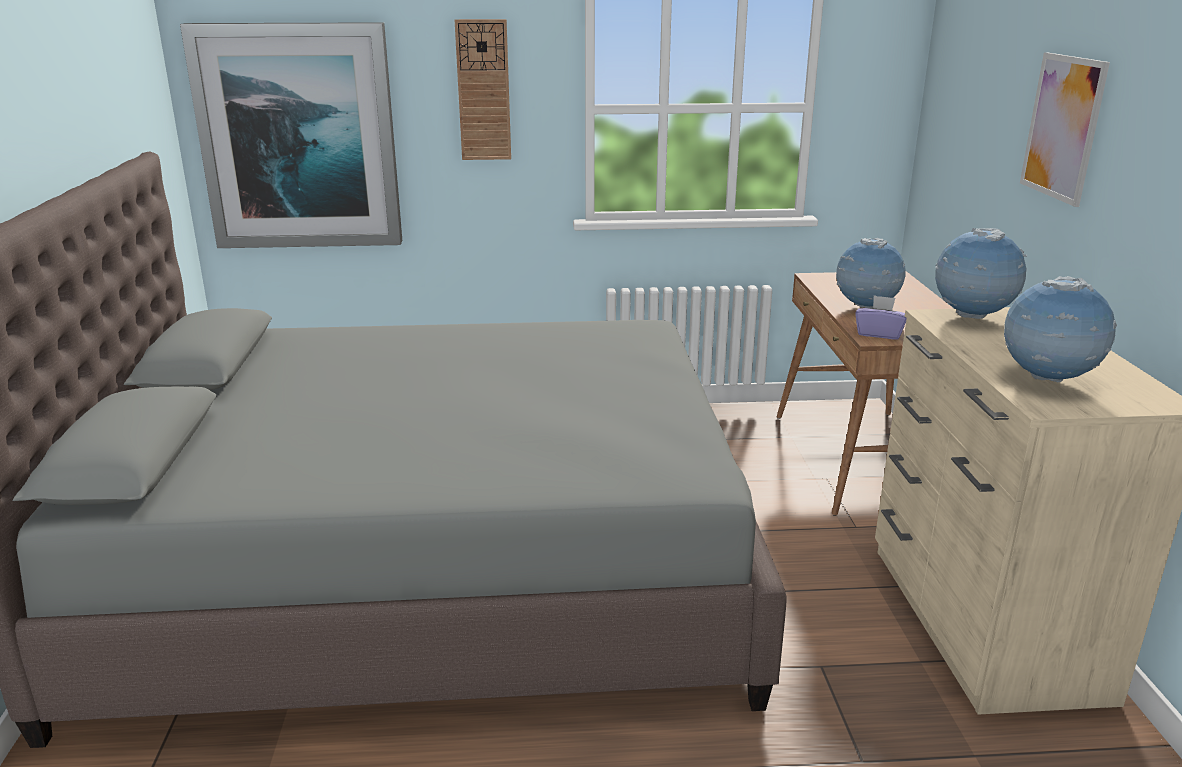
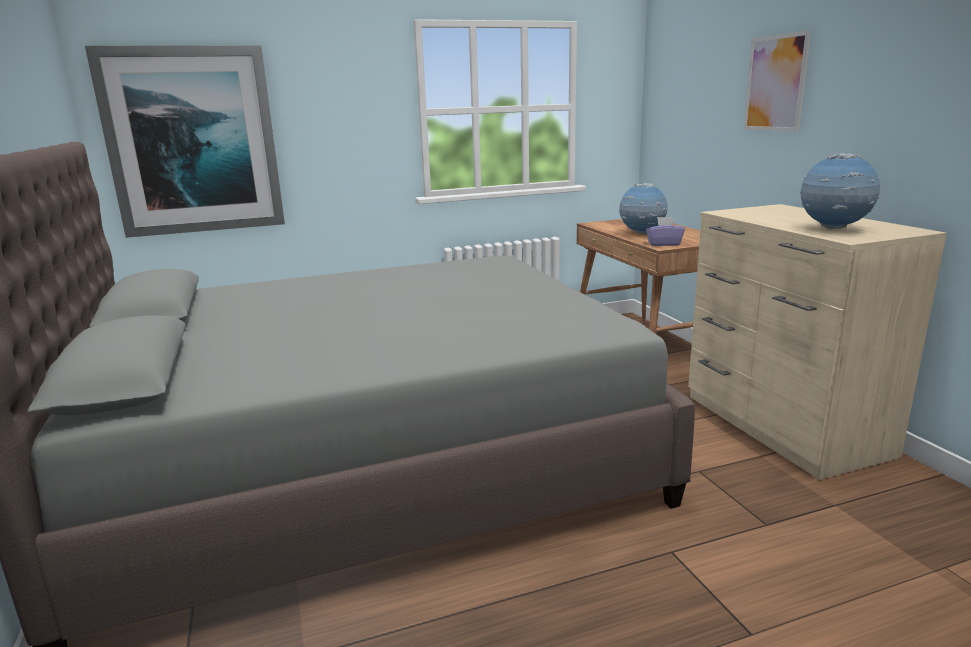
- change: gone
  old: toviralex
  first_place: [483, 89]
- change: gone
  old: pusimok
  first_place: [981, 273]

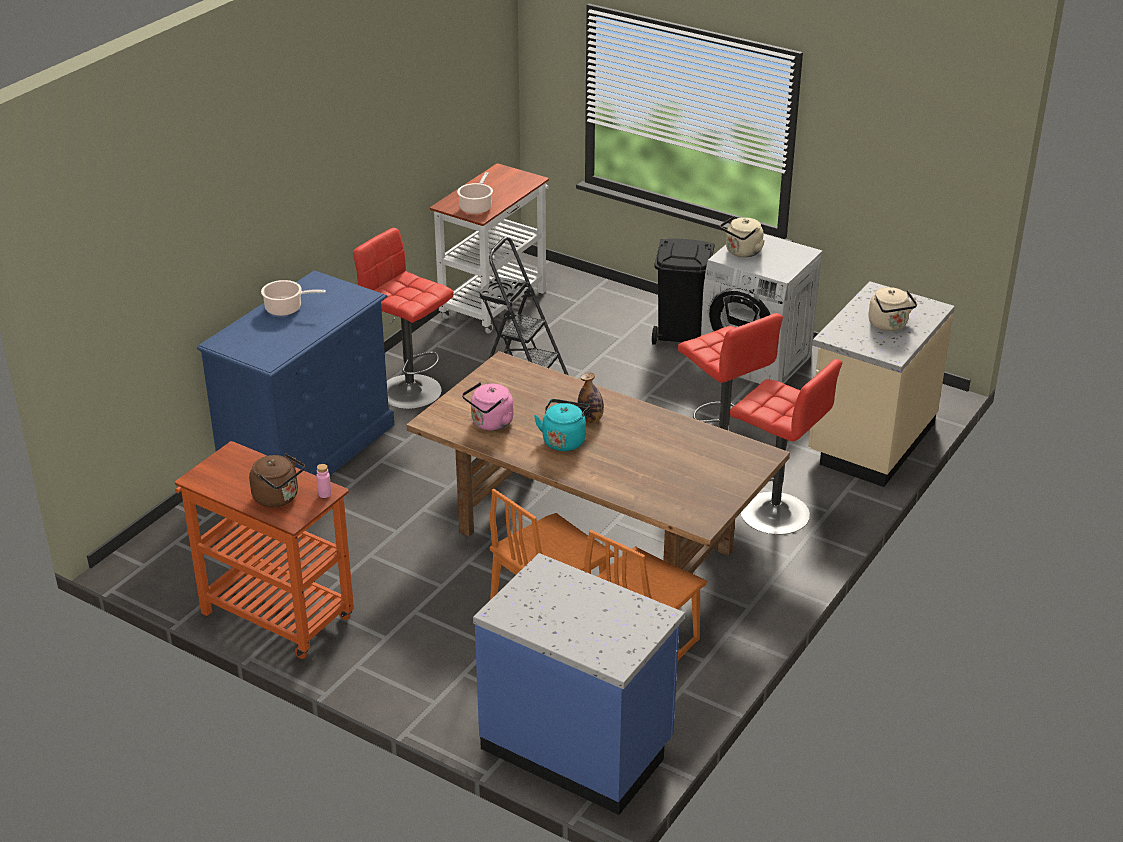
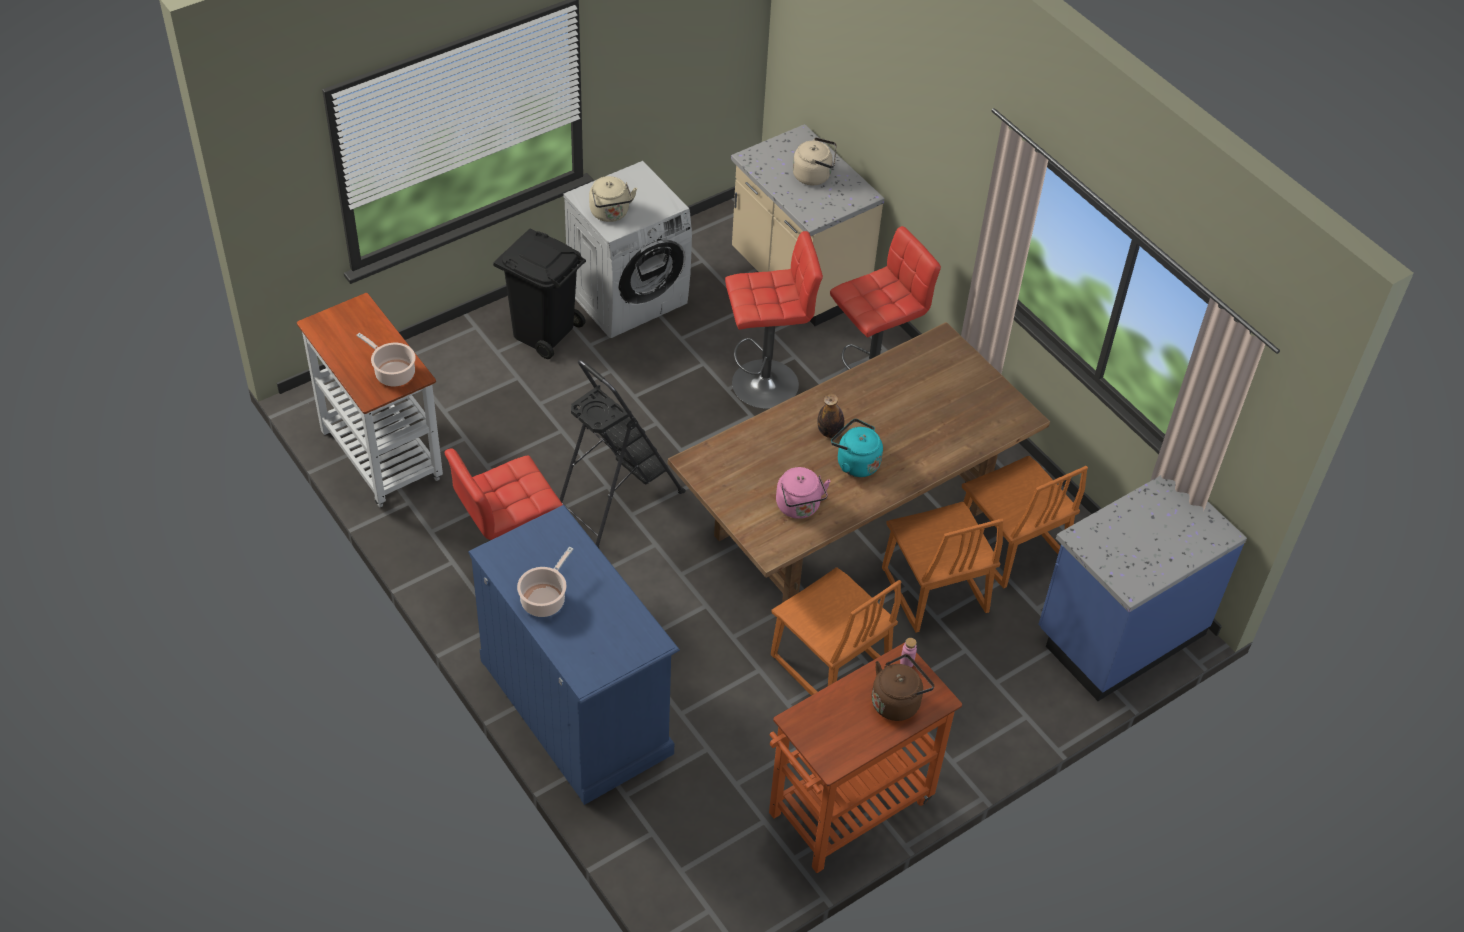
- change: new
  new: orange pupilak
  second_place: [836, 631]

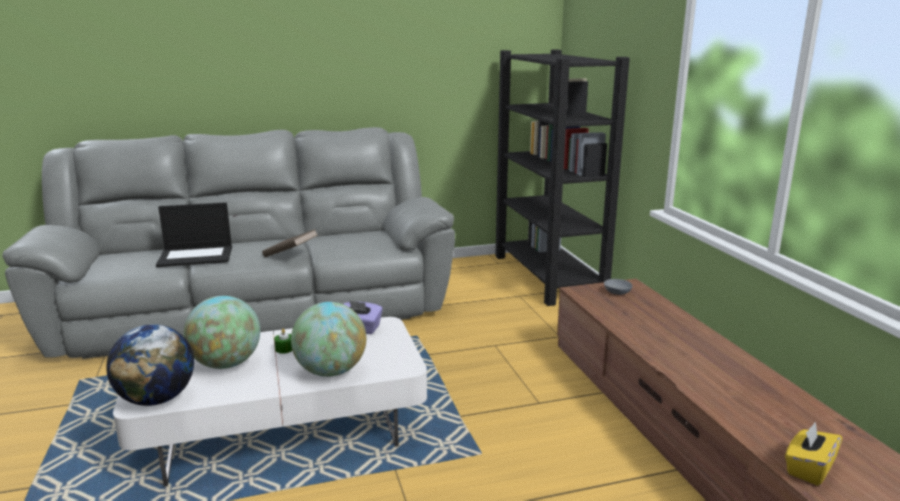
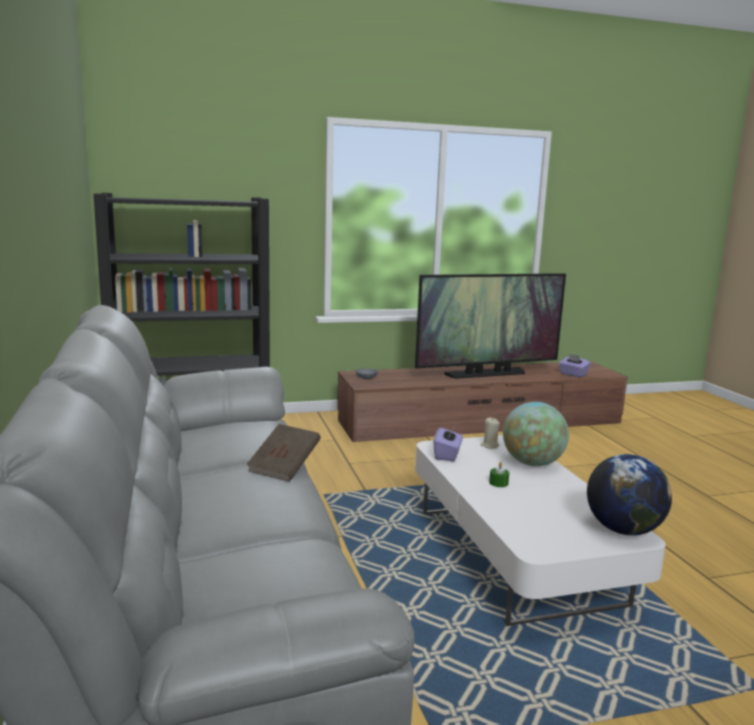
- change: gone
  old: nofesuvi
  first_place: [194, 234]
- change: gone
  old: pusimok
  first_place: [222, 332]
- change: repainted
  old: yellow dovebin
  new: purple dovebin
  first_place: [813, 453]
  second_place: [575, 365]
- change: new
  new: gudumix
  second_place: [490, 326]
- change: new
  new: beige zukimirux
  second_place: [490, 433]

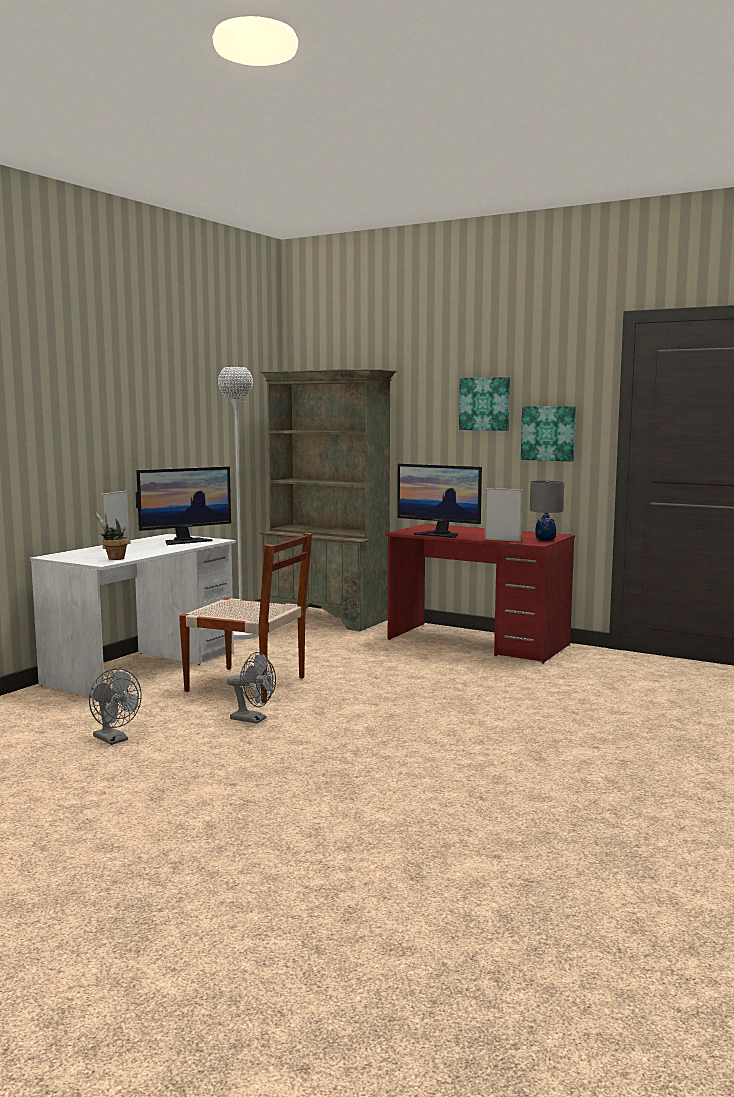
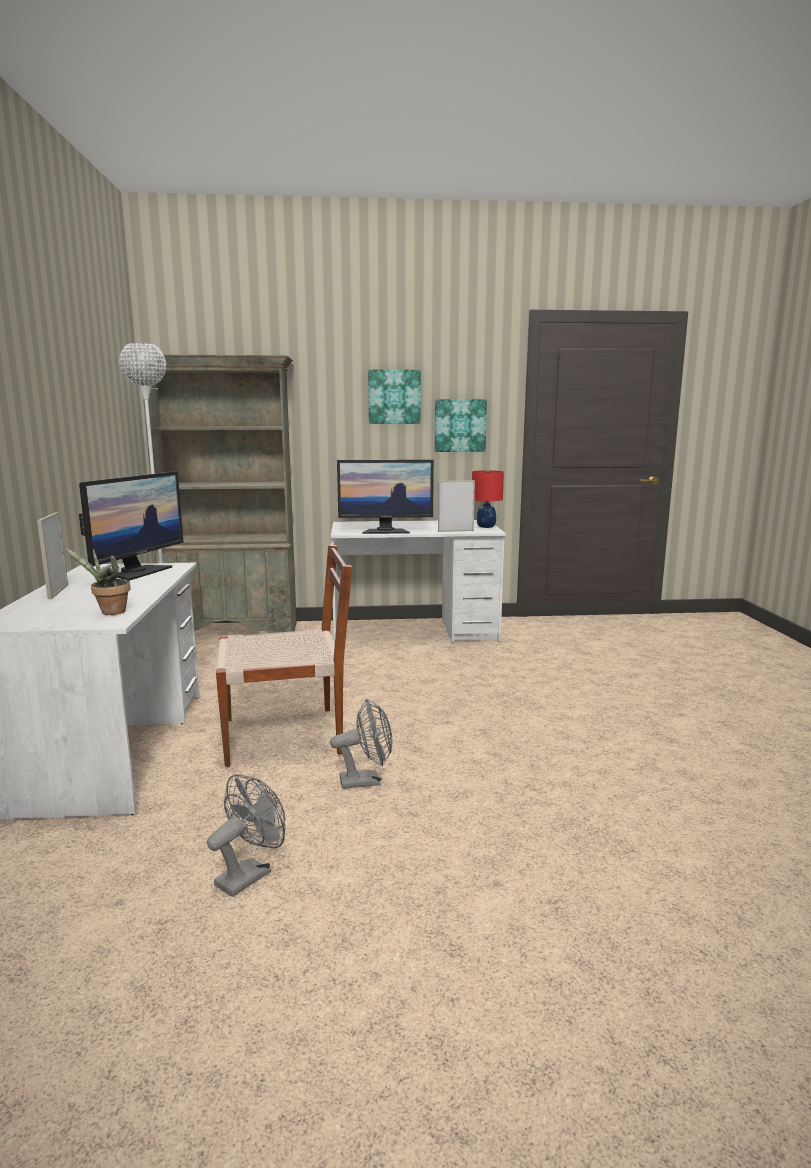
- change: rotated
  old: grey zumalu
  first_place: [115, 706]
  second_place: [246, 835]
  degrees: -60
- change: repainted
  old: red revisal
  new: white revisal
  first_place: [480, 593]
  second_place: [418, 581]
- change: repainted
  old: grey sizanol
  new: red sizanol
  first_place: [547, 511]
  second_place: [488, 499]

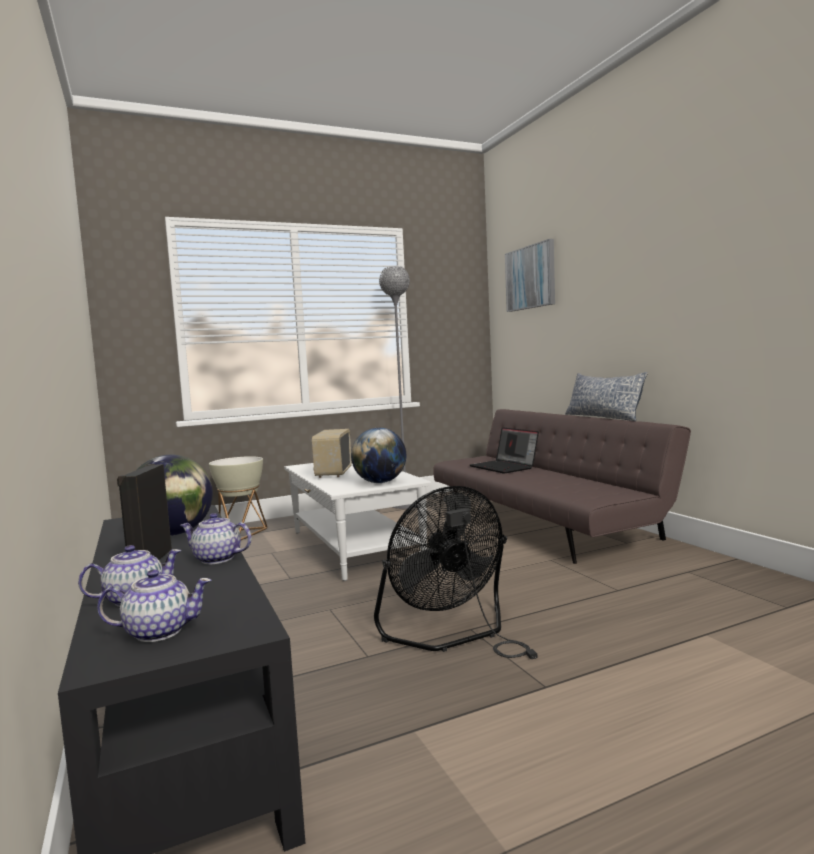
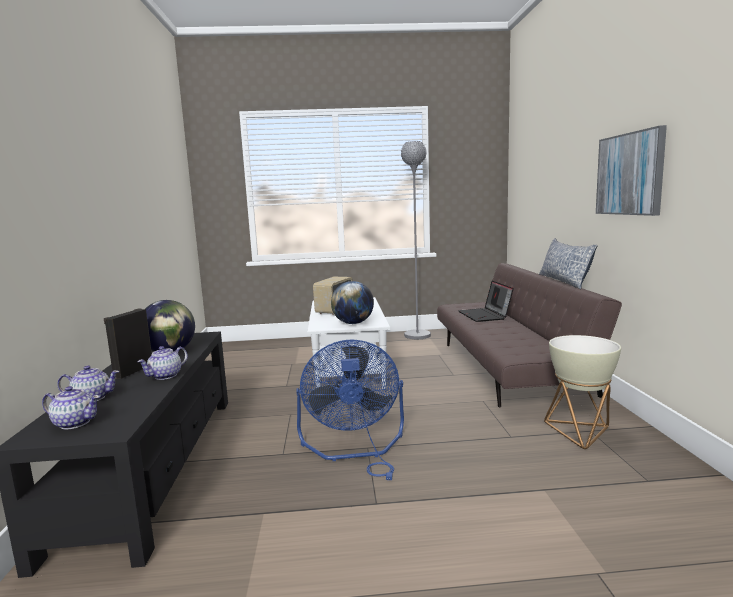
- change: rotated
  old: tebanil
  first_place: [216, 538]
  second_place: [162, 363]
  degrees: -90
- change: shifted
  old: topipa
  first_place: [238, 498]
  second_place: [582, 392]
- change: repainted
  old: black zumalu
  new: blue zumalu
  first_place: [455, 572]
  second_place: [350, 410]
- change: shifted
  old: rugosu
  first_place: [530, 275]
  second_place: [631, 170]

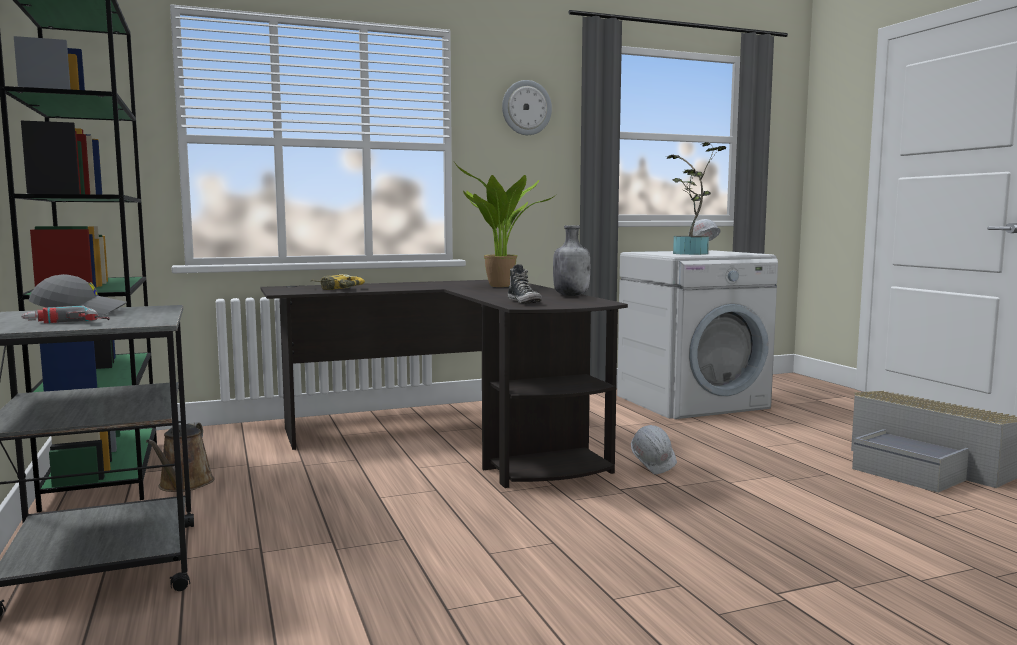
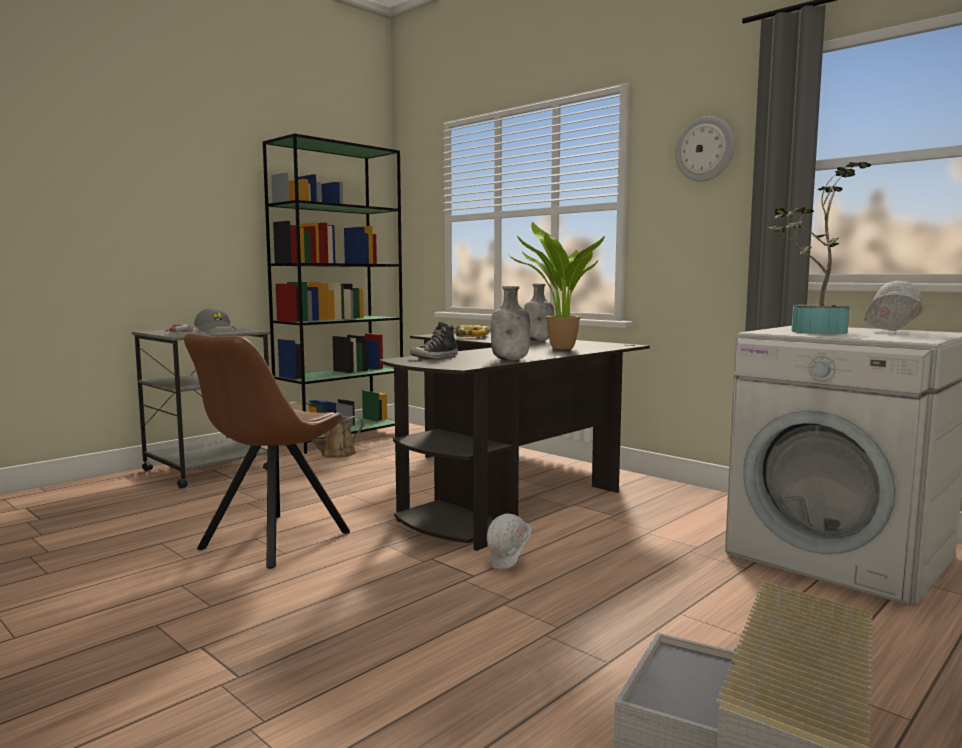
- change: new
  new: brown pupilak
  second_place: [267, 451]
- change: new
  new: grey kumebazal
  second_place: [539, 312]

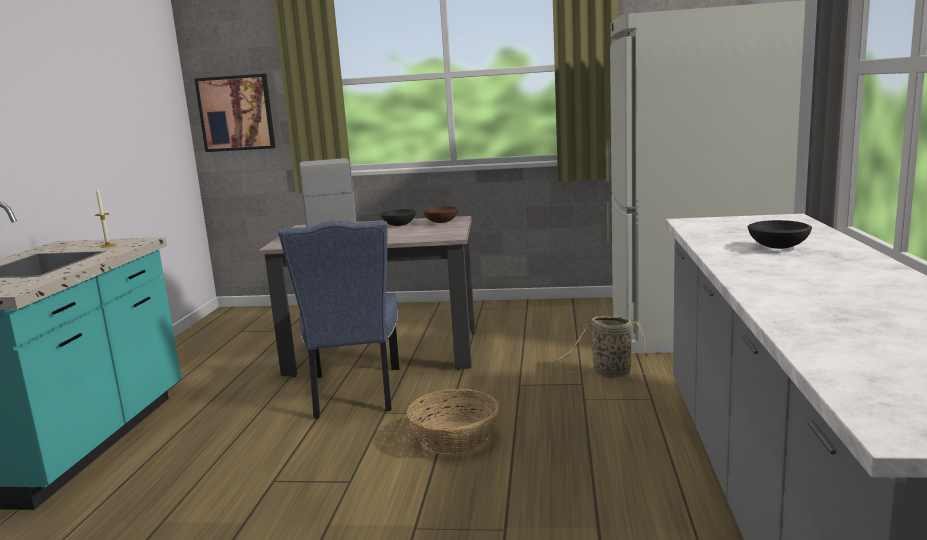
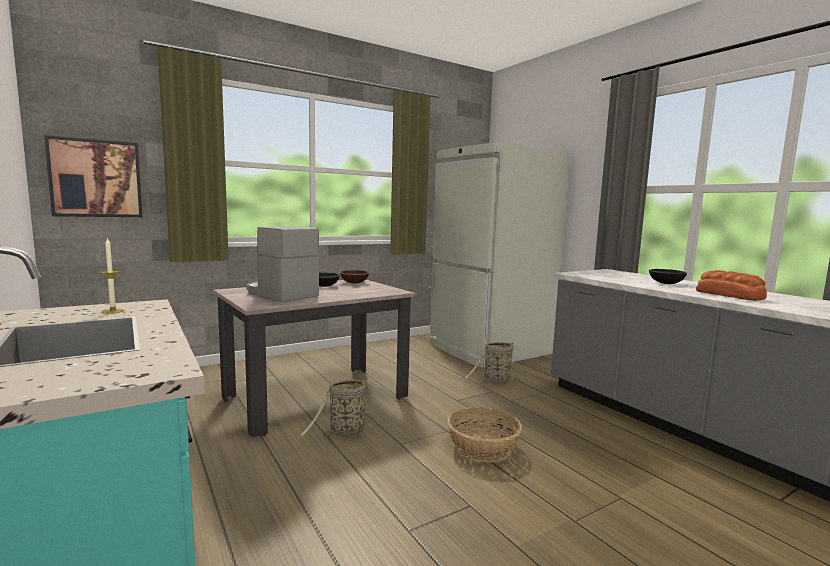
- change: swapped
  old: blue pupilak
  new: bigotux
  first_place: [338, 320]
  second_place: [338, 412]
- change: new
  new: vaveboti
  second_place: [731, 285]

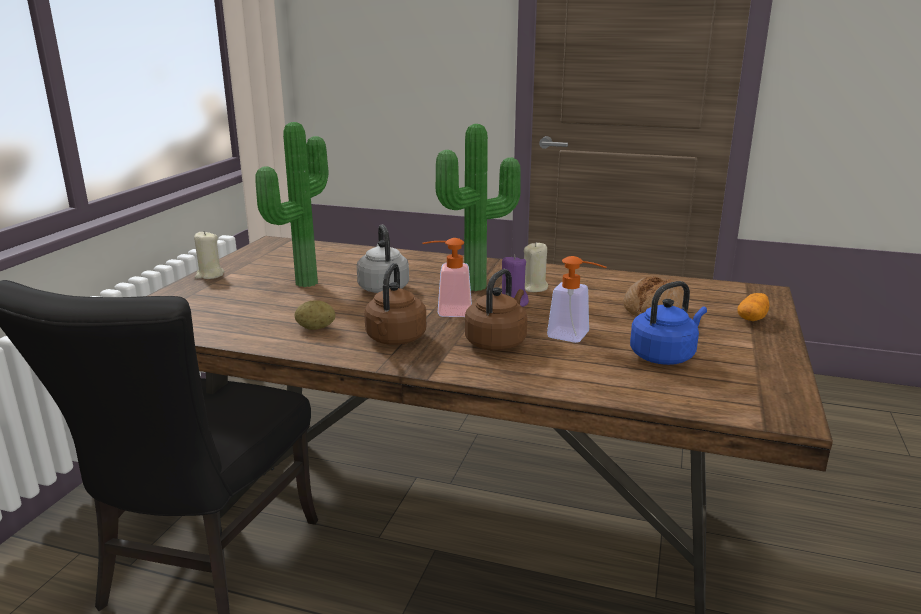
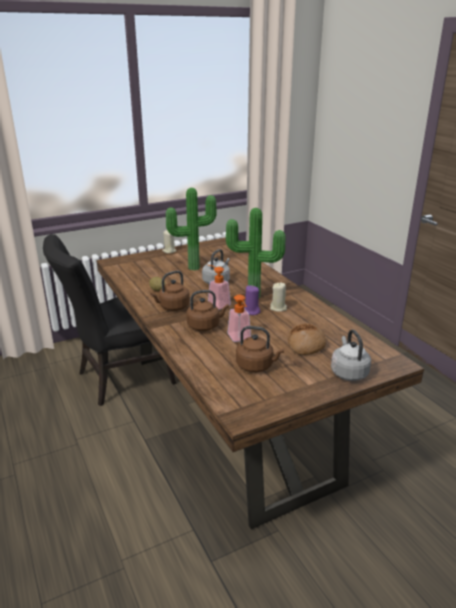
- change: repainted
  old: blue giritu
  new: brown giritu
  first_place: [668, 323]
  second_place: [260, 349]
- change: swapped
  old: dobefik
  new: grey giritu
  first_place: [753, 307]
  second_place: [351, 355]

